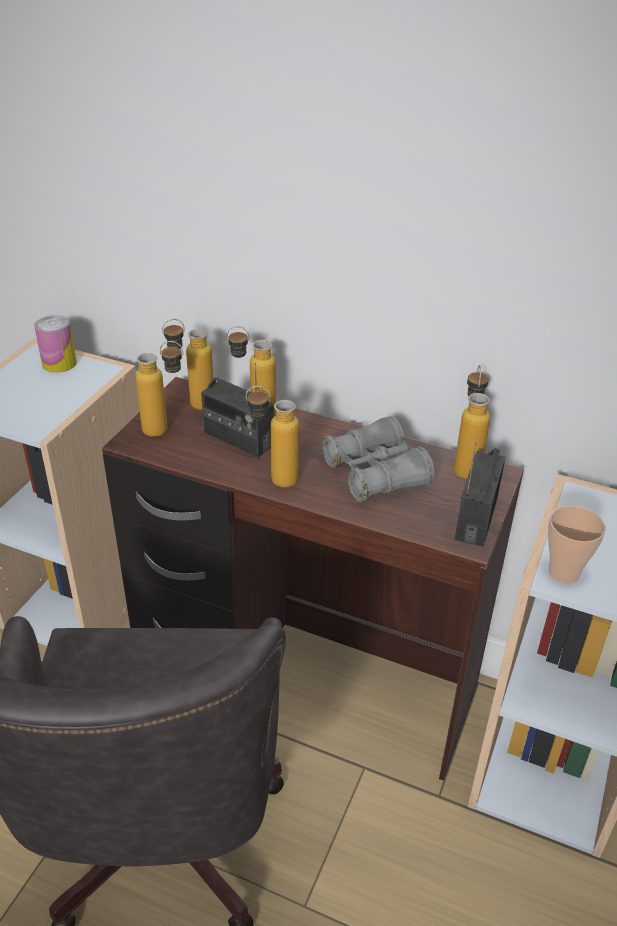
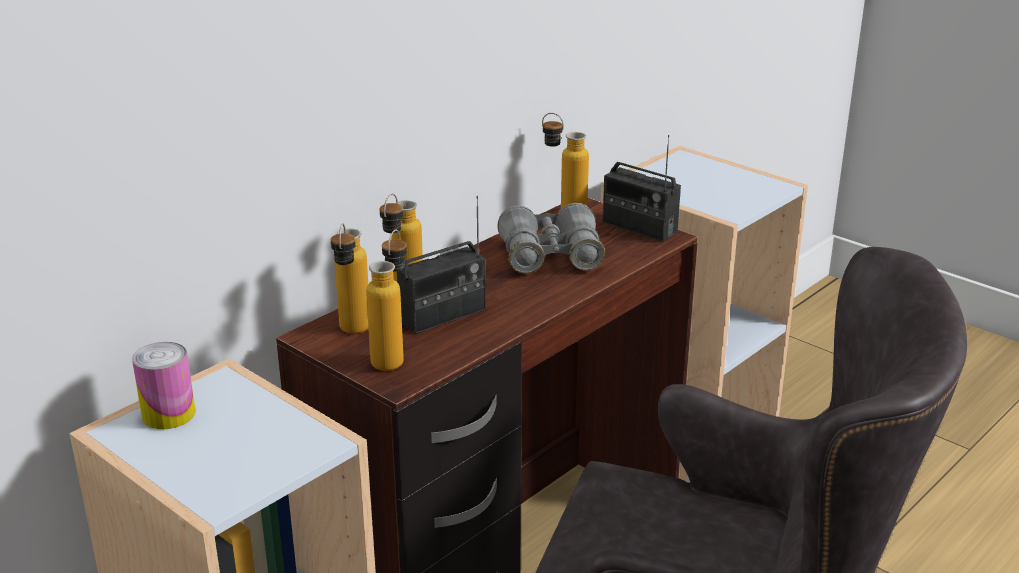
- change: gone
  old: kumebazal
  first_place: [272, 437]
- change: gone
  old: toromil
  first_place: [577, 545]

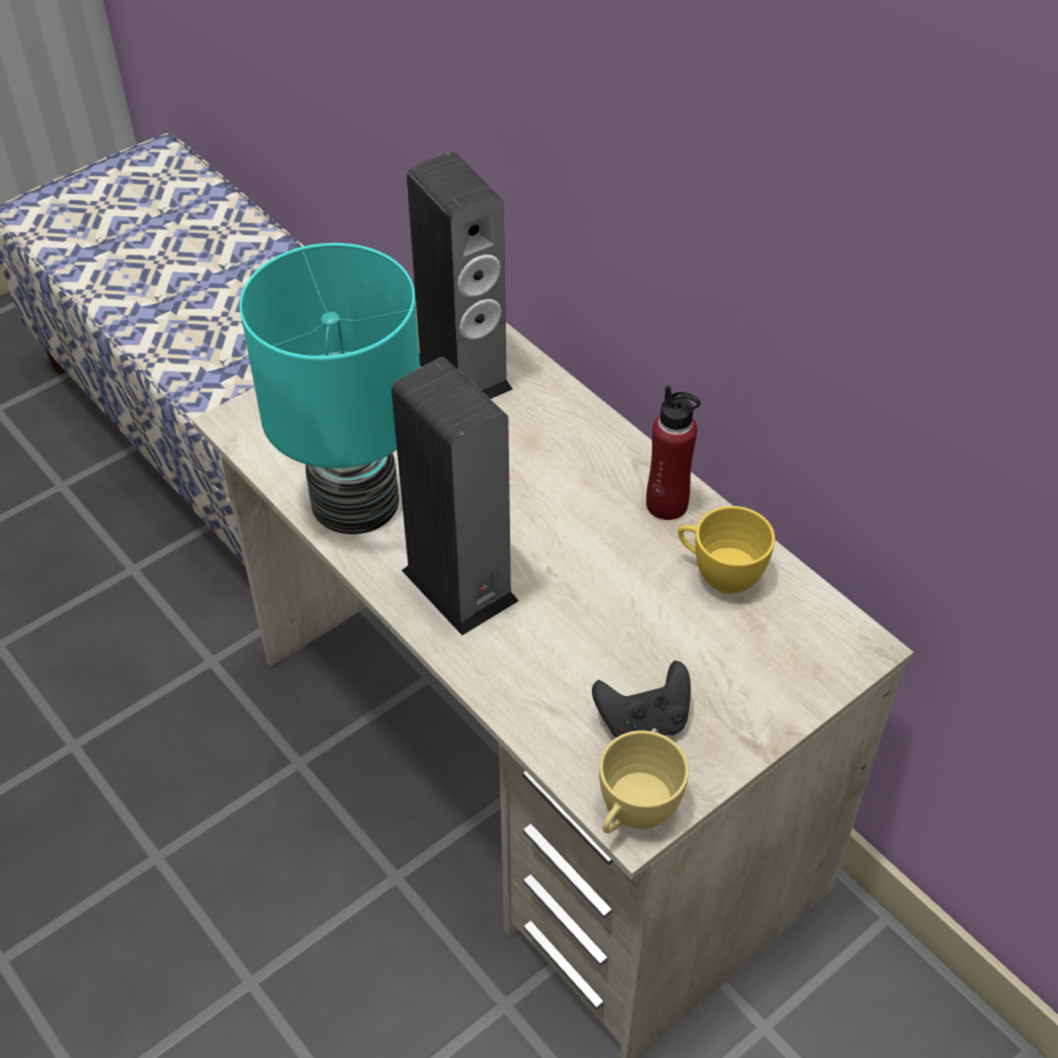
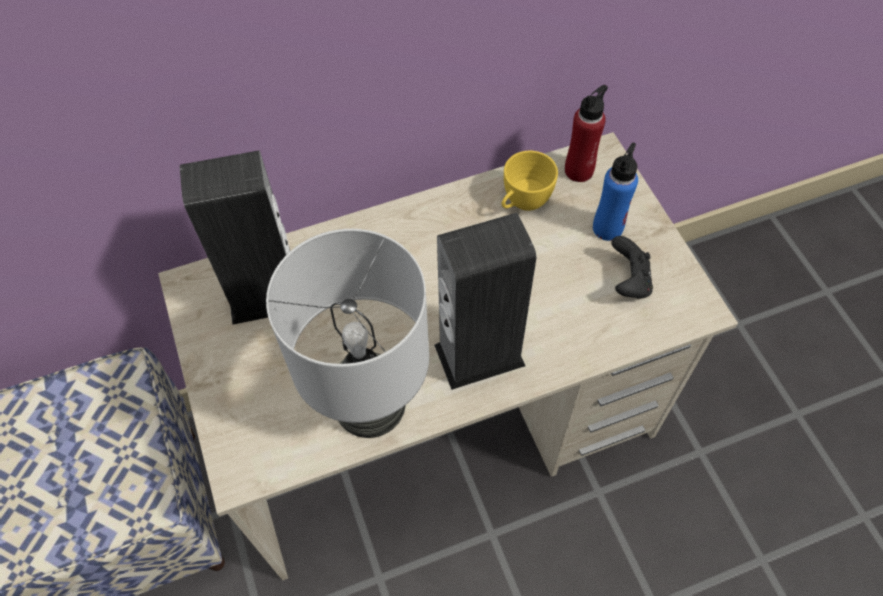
- change: repainted
  old: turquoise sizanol
  new: grey sizanol
  first_place: [330, 388]
  second_place: [347, 333]
- change: gone
  old: yellow toromil
  first_place: [644, 781]
- change: shifted
  old: red kumebazal
  first_place: [673, 452]
  second_place: [586, 133]
- change: new
  new: blue kumebazal
  second_place: [615, 192]

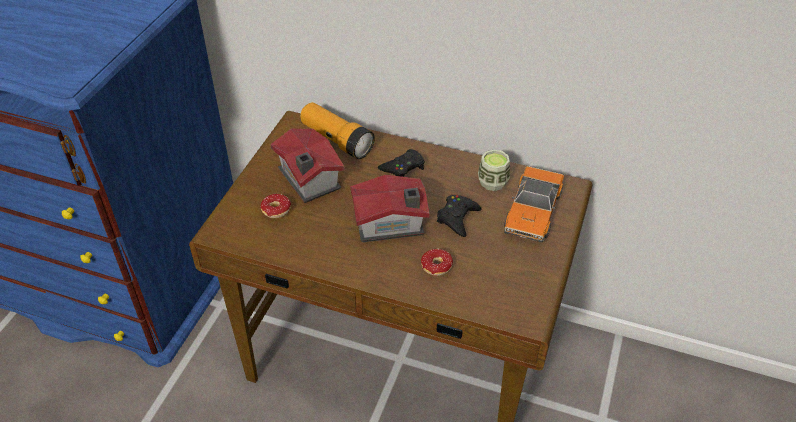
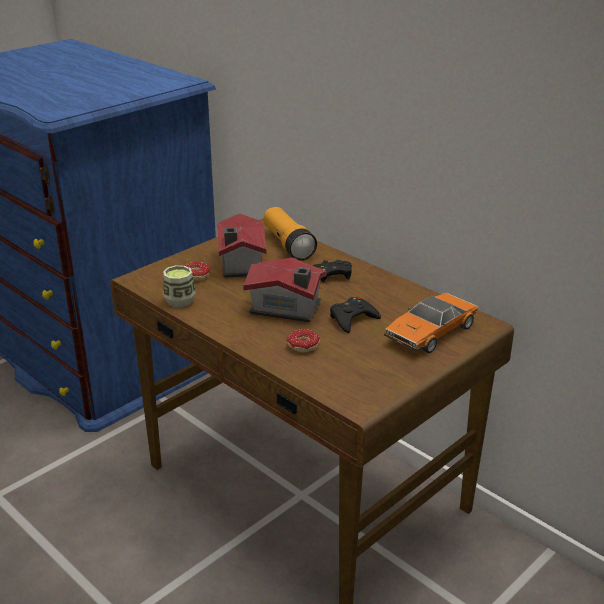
- change: shifted
  old: toromil
  first_place: [494, 170]
  second_place: [179, 286]

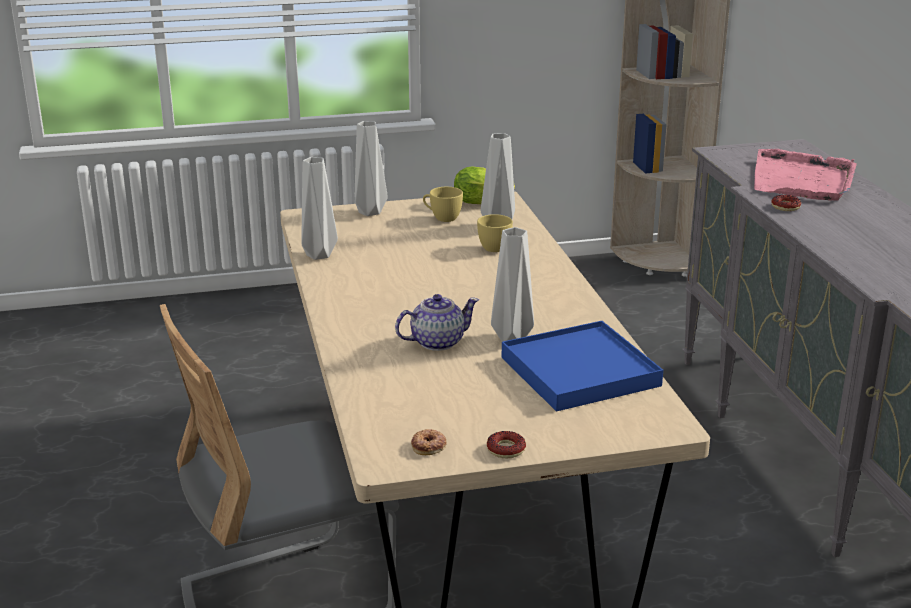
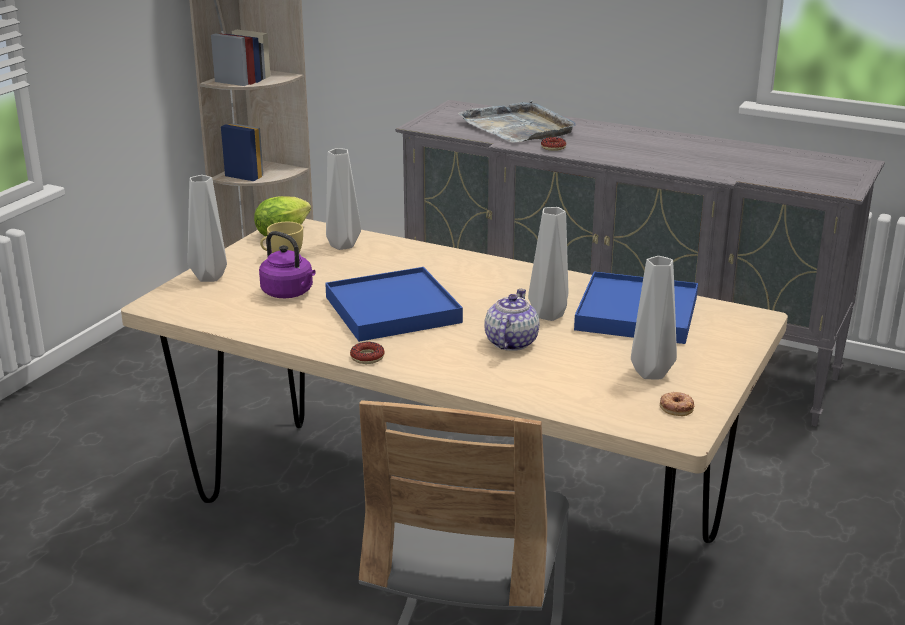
- change: shifted
  old: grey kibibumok
  first_place: [319, 208]
  second_place: [654, 317]
- change: gone
  old: yellow toromil
  first_place: [495, 233]
- change: shifted
  old: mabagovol
  first_place: [506, 444]
  second_place: [367, 353]
- change: repainted
  old: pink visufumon
  new: grey visufumon
  first_place: [805, 175]
  second_place: [517, 121]
- change: new
  new: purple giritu
  second_place: [287, 264]
- change: new
  new: blue visufumon
  second_place: [394, 304]

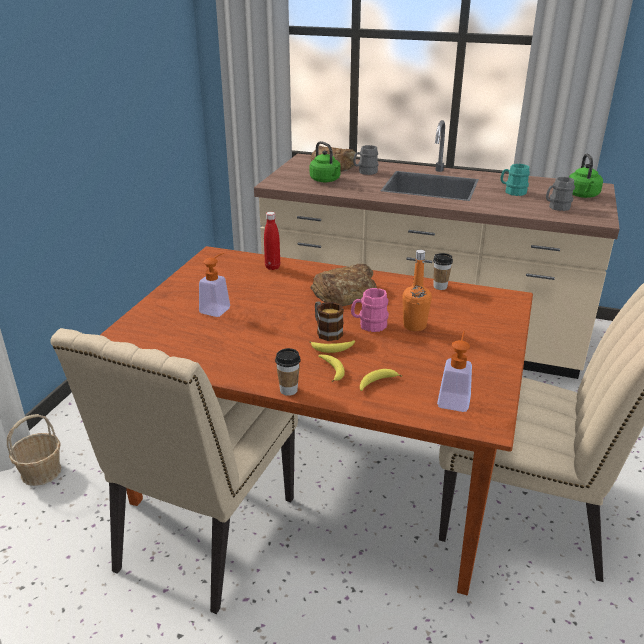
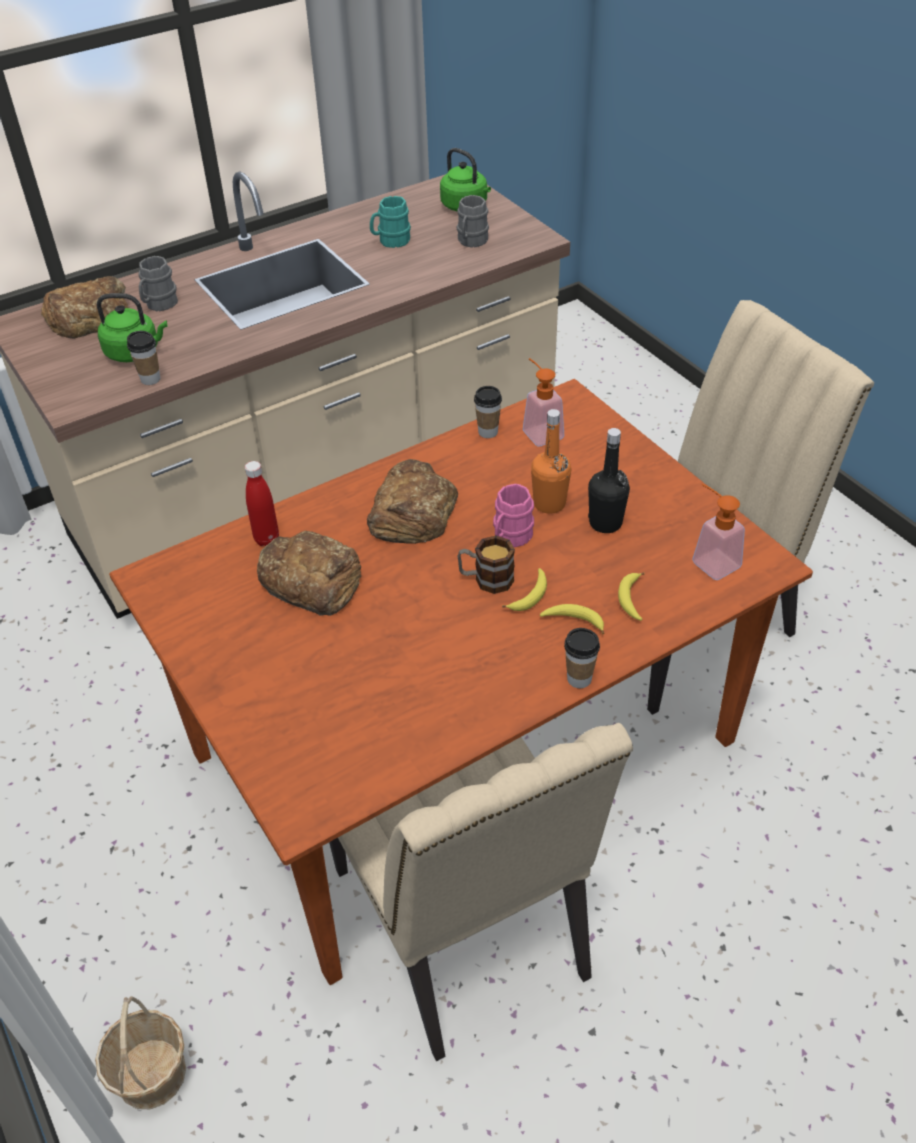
- change: shifted
  old: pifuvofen
  first_place: [214, 285]
  second_place: [543, 402]
- change: new
  new: toromil
  second_place: [144, 358]
- change: new
  new: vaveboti
  second_place: [309, 573]
- change: new
  new: black kumebazal
  second_place: [609, 480]

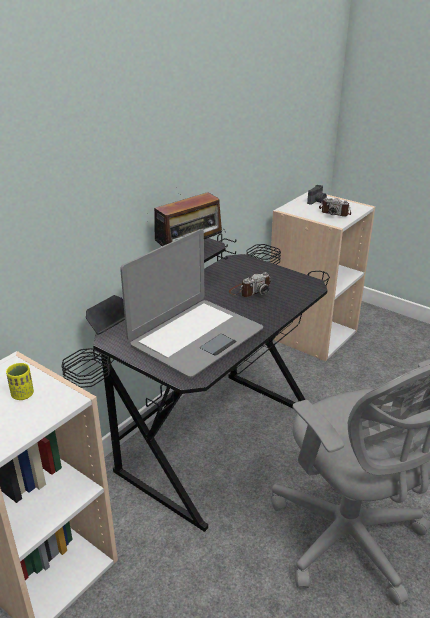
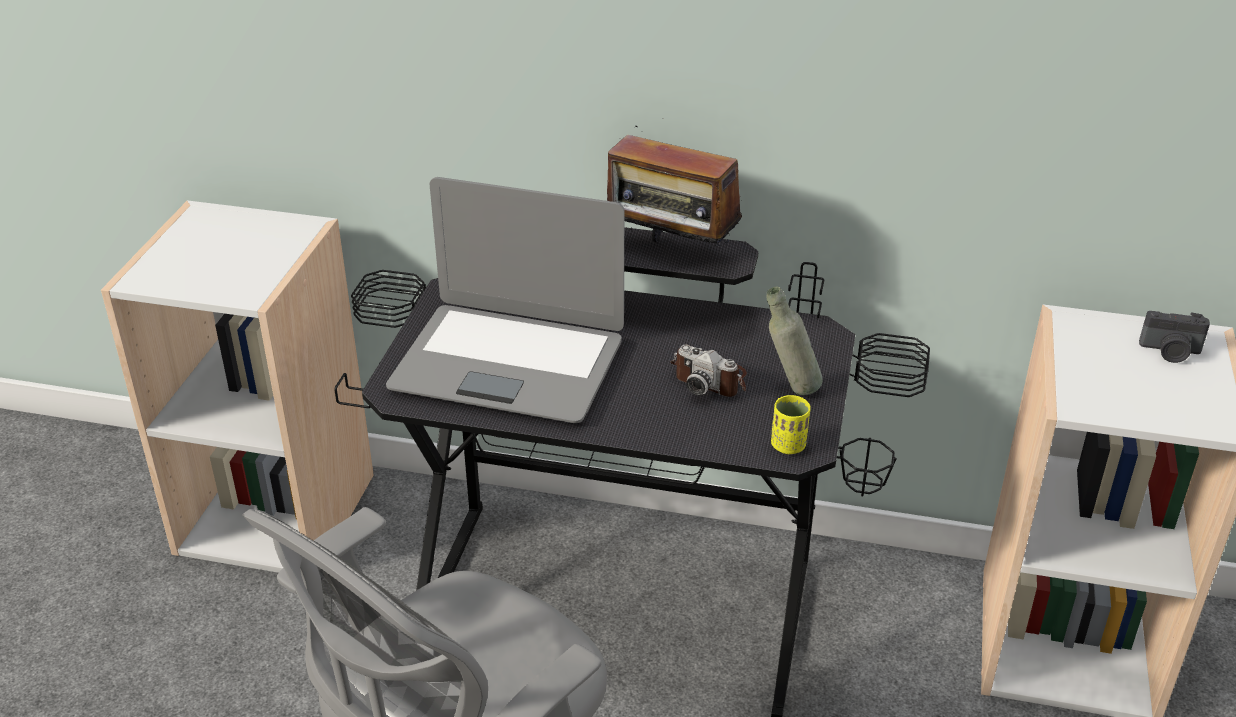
- change: shifted
  old: yellow toromil
  first_place: [20, 381]
  second_place: [791, 424]
- change: gone
  old: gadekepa
  first_place: [335, 207]
- change: new
  new: grey kumebazal
  second_place: [795, 340]

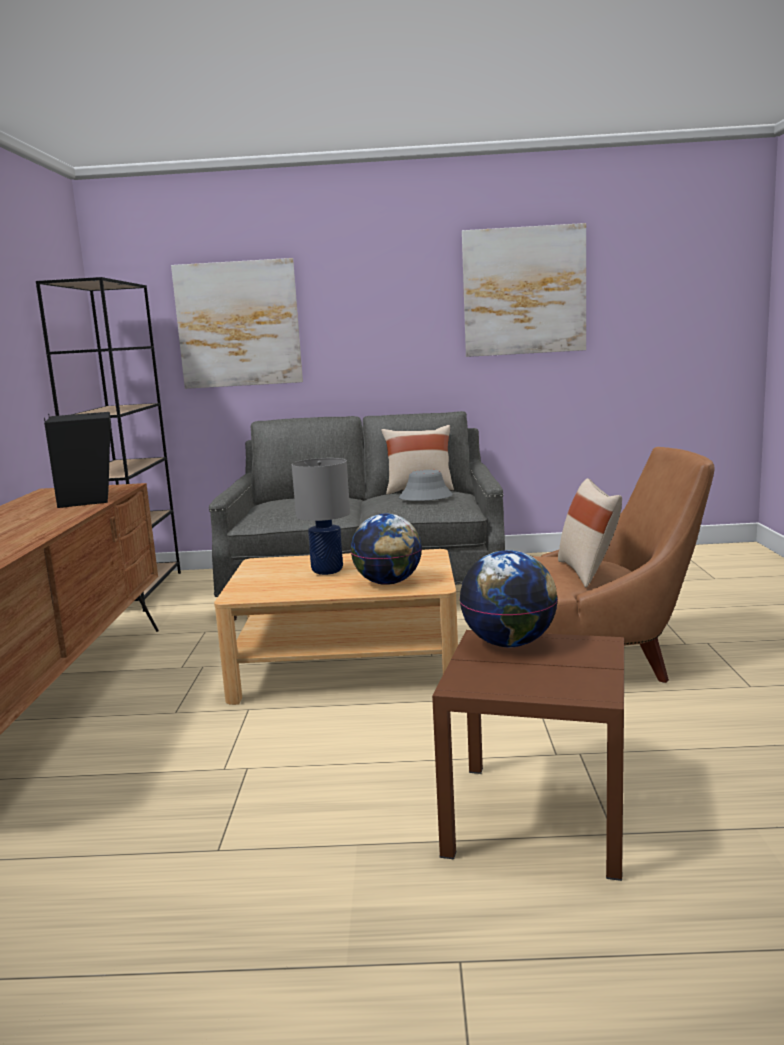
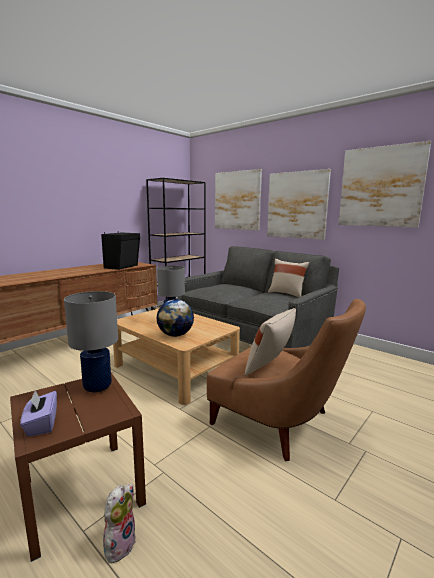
- change: gone
  old: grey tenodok
  first_place: [426, 485]
- change: swapped
  old: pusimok
  new: grey sizanol
  first_place: [508, 598]
  second_place: [91, 341]
- change: new
  new: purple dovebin
  second_place: [38, 413]
- change: new
  new: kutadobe
  second_place: [119, 523]
- change: new
  new: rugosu
  second_place: [299, 204]

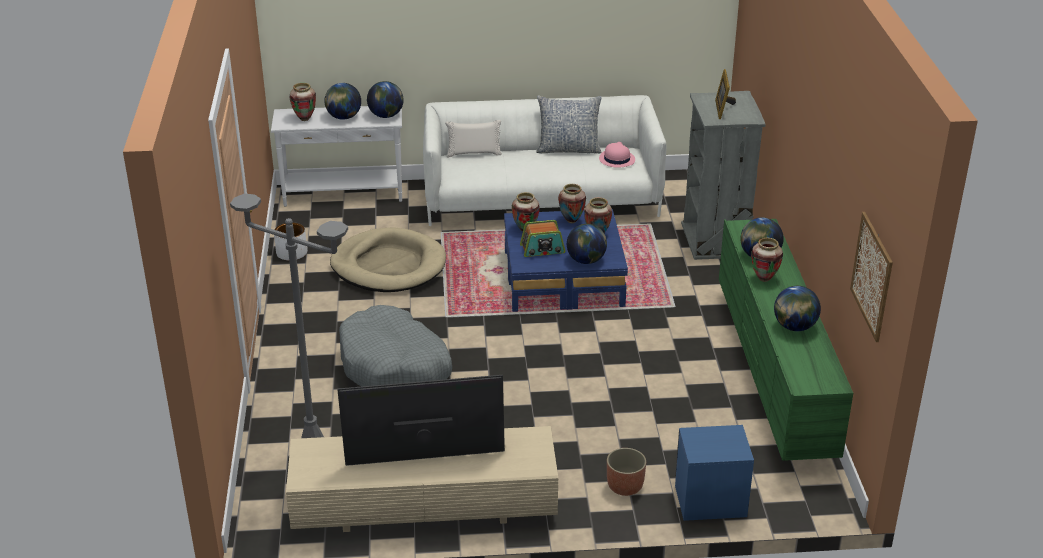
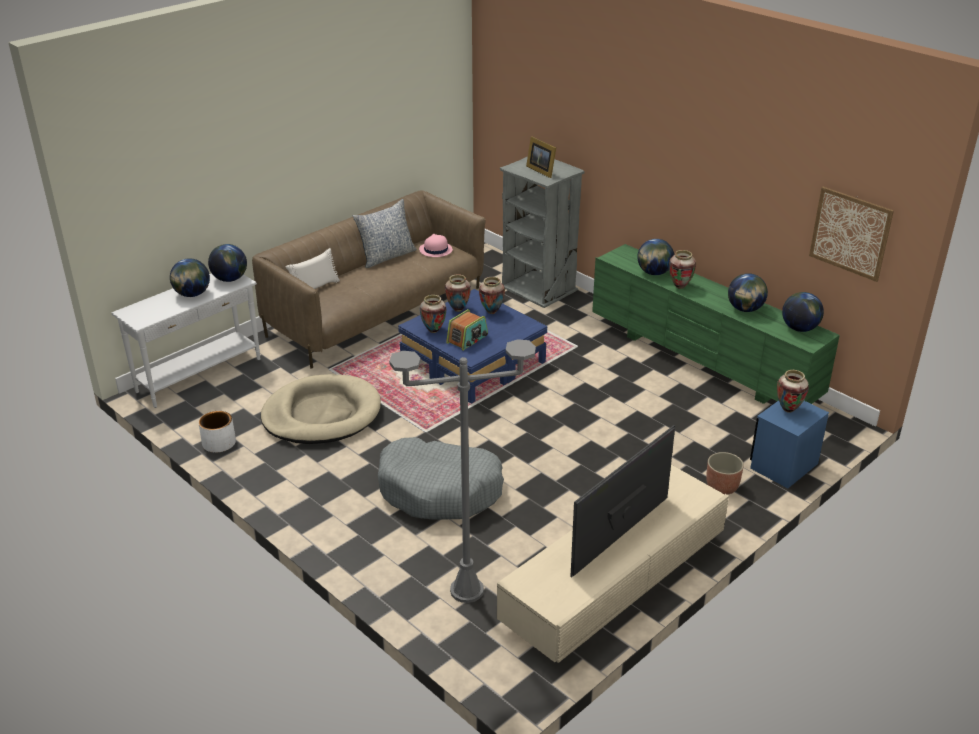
- change: shifted
  old: kibibumok
  first_place: [302, 102]
  second_place: [793, 391]
- change: repainted
  old: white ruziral
  new: brown ruziral
  first_place: [545, 160]
  second_place: [369, 279]
- change: shifted
  old: pusimok
  first_place: [587, 244]
  second_place: [803, 312]

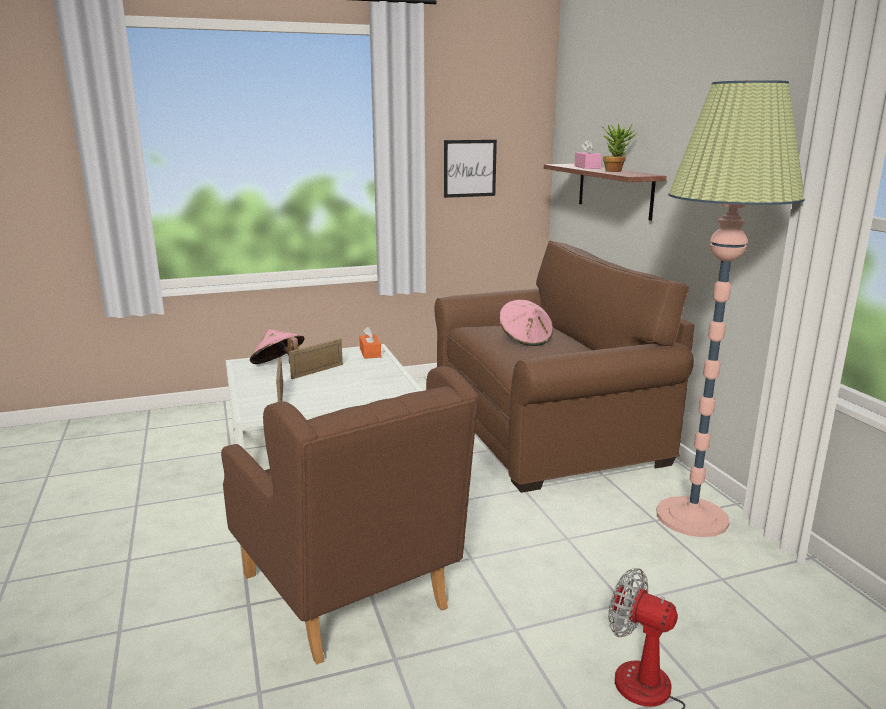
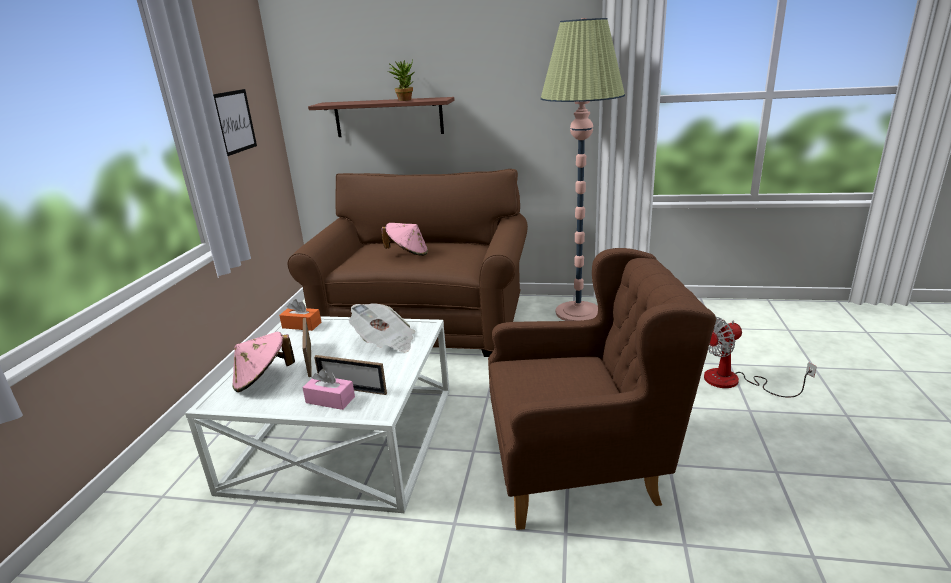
- change: shifted
  old: pink dovebin
  first_place: [588, 154]
  second_place: [328, 389]
- change: new
  new: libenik
  second_place: [382, 327]

